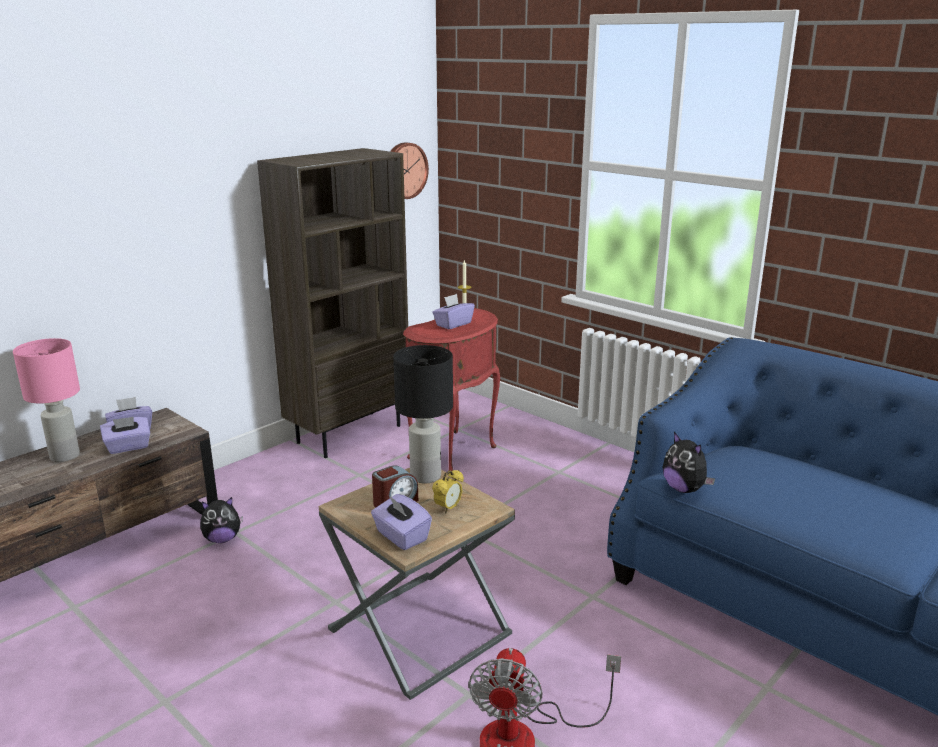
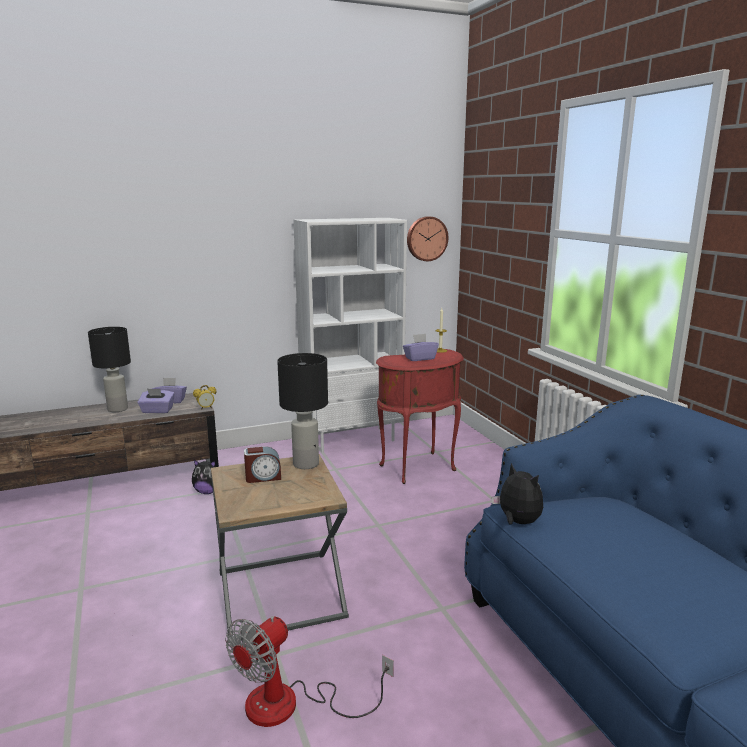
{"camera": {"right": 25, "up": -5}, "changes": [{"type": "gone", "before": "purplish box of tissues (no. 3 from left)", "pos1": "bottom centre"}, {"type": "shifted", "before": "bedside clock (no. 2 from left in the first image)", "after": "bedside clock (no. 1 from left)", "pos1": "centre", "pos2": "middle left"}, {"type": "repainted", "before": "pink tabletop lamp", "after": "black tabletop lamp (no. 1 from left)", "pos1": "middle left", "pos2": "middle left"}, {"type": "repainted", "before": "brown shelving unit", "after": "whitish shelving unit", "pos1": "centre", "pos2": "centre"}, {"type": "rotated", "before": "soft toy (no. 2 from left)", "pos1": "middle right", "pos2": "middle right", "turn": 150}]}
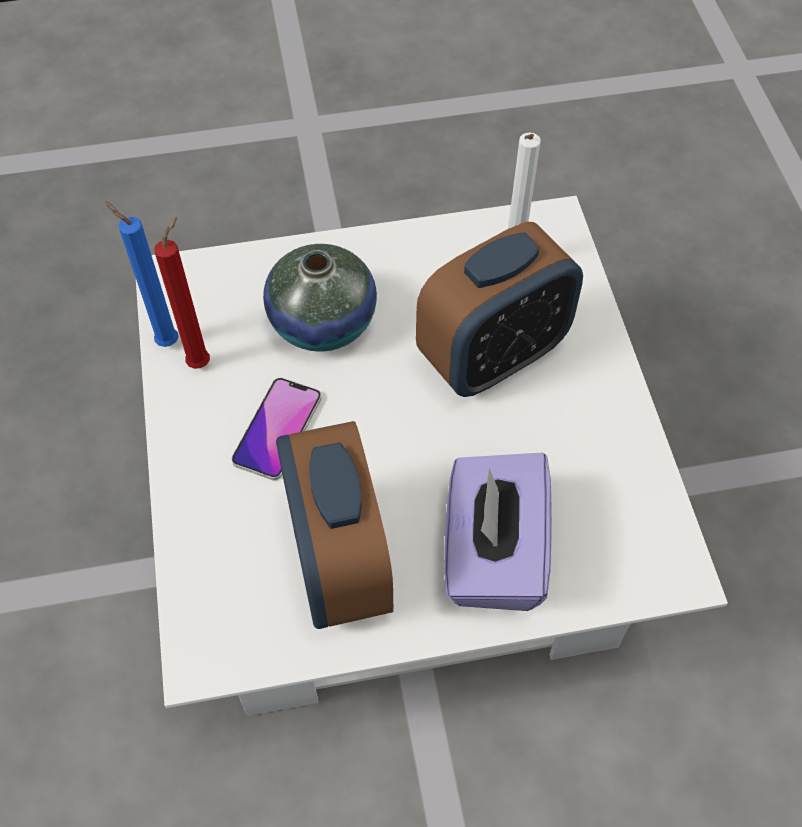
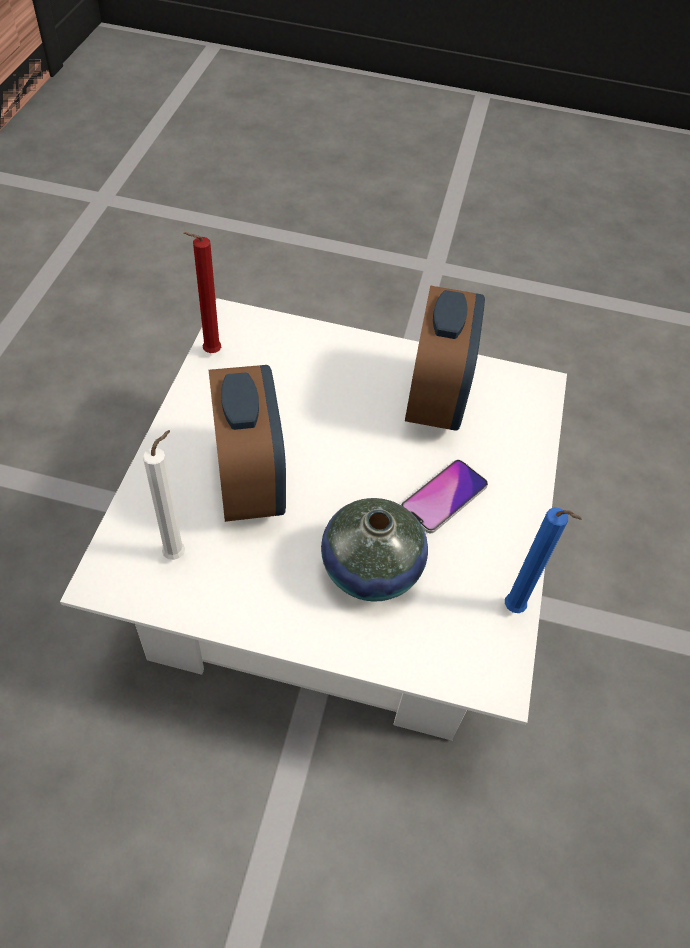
{"camera": {"right": -160, "up": -5}, "changes": [{"type": "gone", "before": "purplish box of tissues", "pos1": "centre"}, {"type": "shifted", "before": "reddish wax candle", "pos1": "middle left", "pos2": "top left"}, {"type": "rotated", "before": "bedside clock (no. 2 from left in the first image)", "pos1": "centre", "pos2": "centre", "turn": 90}]}
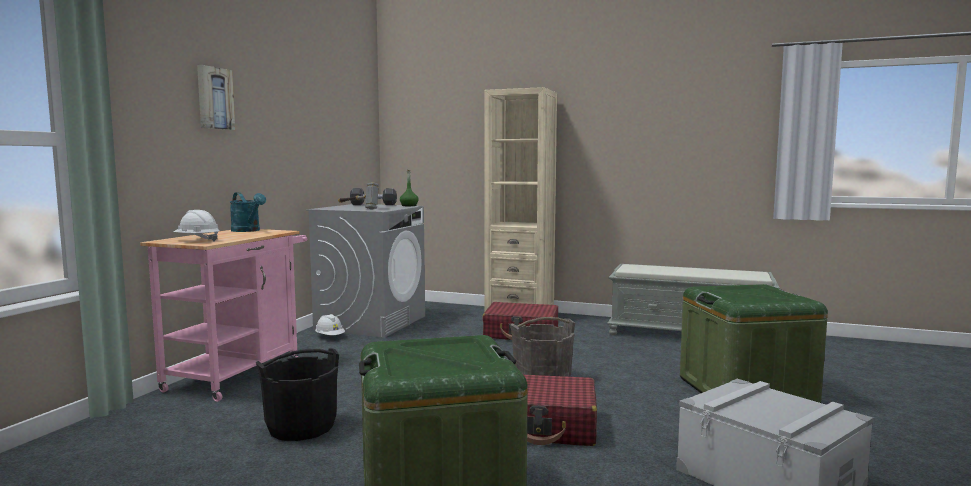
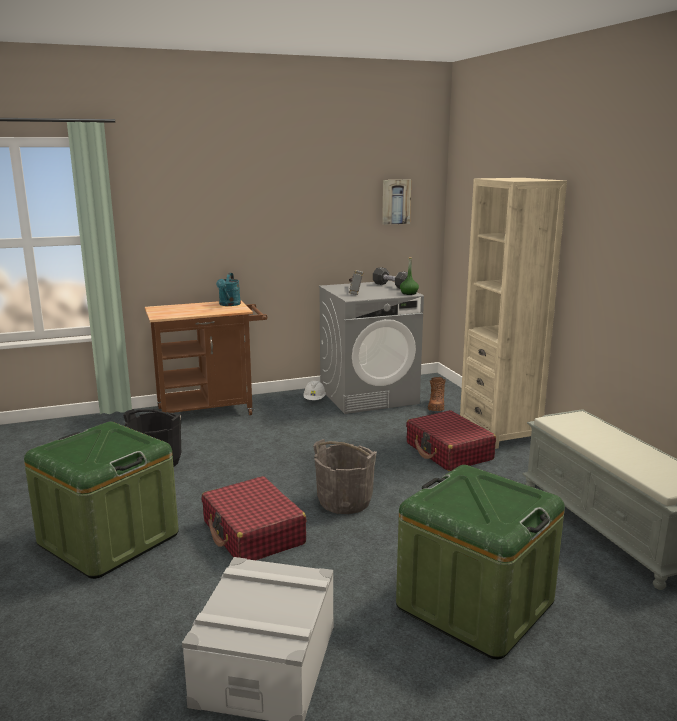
{"camera": {"right": 50, "up": 10}, "changes": [{"type": "gone", "before": "whitish work helmet (no. 1 from left)", "pos1": "middle left"}, {"type": "new", "after": "brown tall boot", "pos2": "centre"}, {"type": "shifted", "before": "picture", "pos1": "top left", "pos2": "top centre"}, {"type": "repainted", "before": "pink trolley", "after": "brown trolley", "pos1": "middle left", "pos2": "middle left"}]}
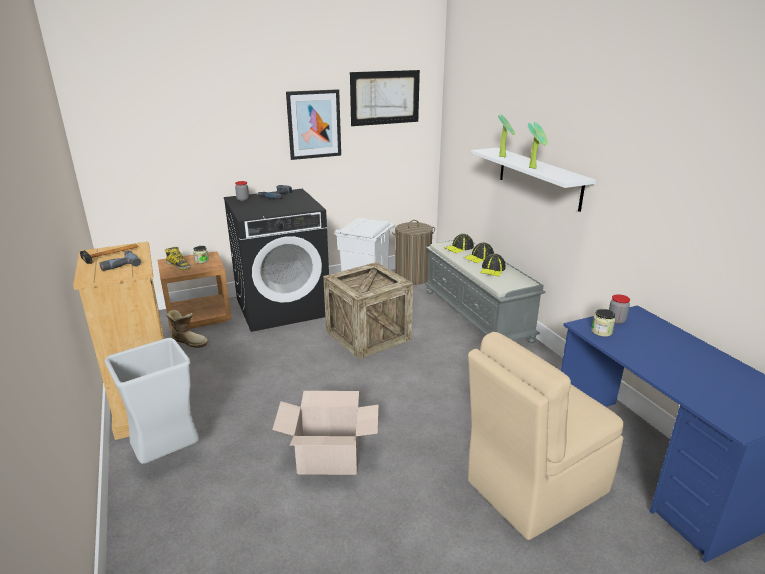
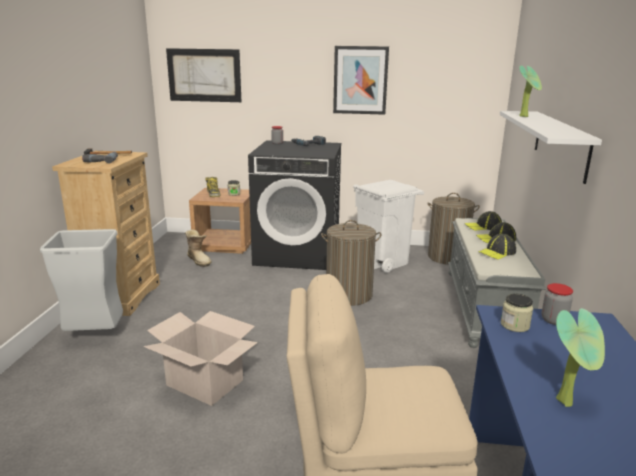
{"camera": {"right": 30, "up": -5}, "changes": [{"type": "shifted", "before": "picture (no. 2 from left in the first image)", "after": "picture (no. 1 from left)", "pos1": "top centre", "pos2": "top left"}, {"type": "shifted", "before": "potted plant (no. 2 from left)", "pos1": "top right", "pos2": "bottom right"}, {"type": "swapped", "before": "shipping crate", "after": "washing basket (no. 1 from left)", "pos1": "centre", "pos2": "centre"}]}
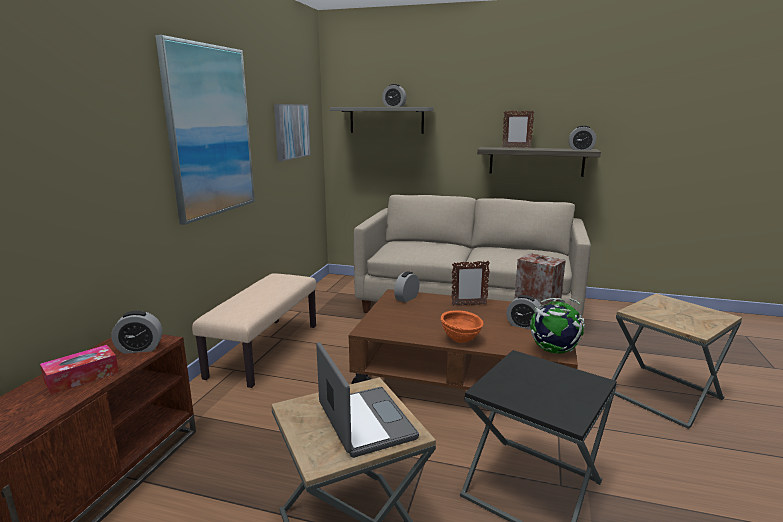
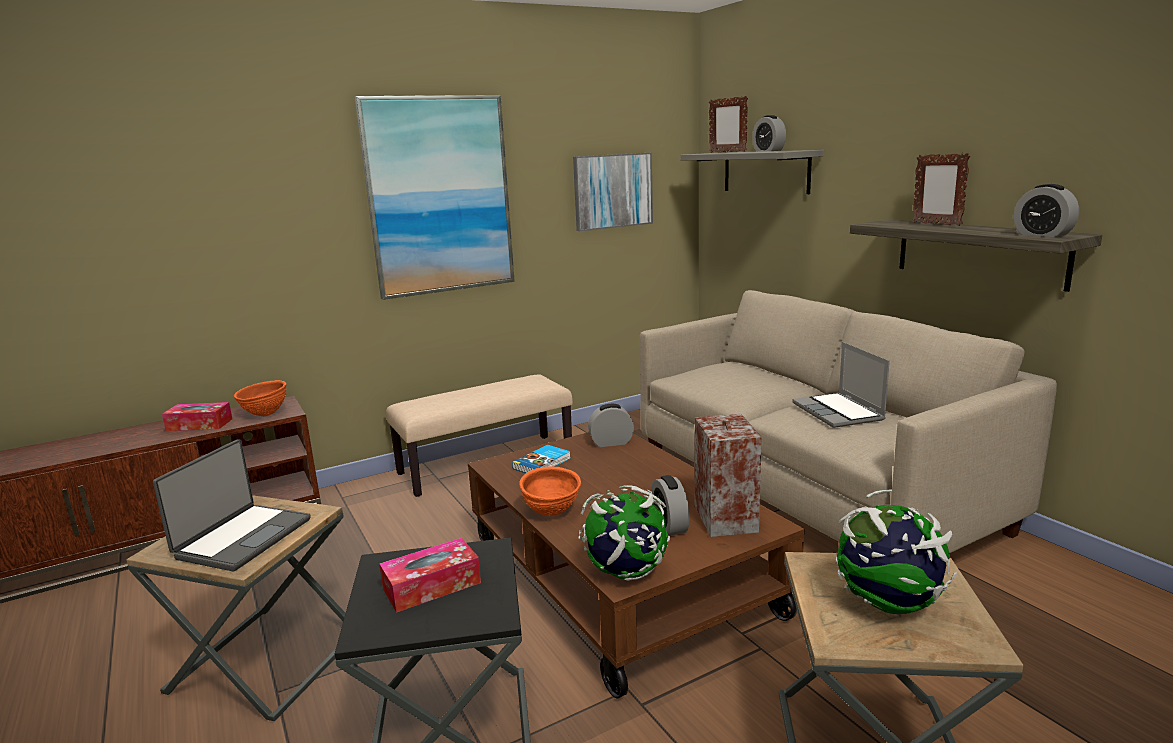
{"camera": {"right": 45, "up": 0}, "changes": [{"type": "new", "after": "box of tissues (no. 2 from left)", "pos2": "bottom centre"}, {"type": "new", "after": "volume", "pos2": "centre"}, {"type": "new", "after": "notebook computer (no. 2 from left)", "pos2": "middle right"}, {"type": "new", "after": "globe (no. 2 from left)", "pos2": "bottom right"}, {"type": "shifted", "before": "picture frame (no. 1 from left)", "pos1": "centre", "pos2": "top centre"}, {"type": "swapped", "before": "bedside clock (no. 1 from left)", "after": "orange bowl (no. 1 from left)", "pos1": "middle left", "pos2": "middle left"}]}
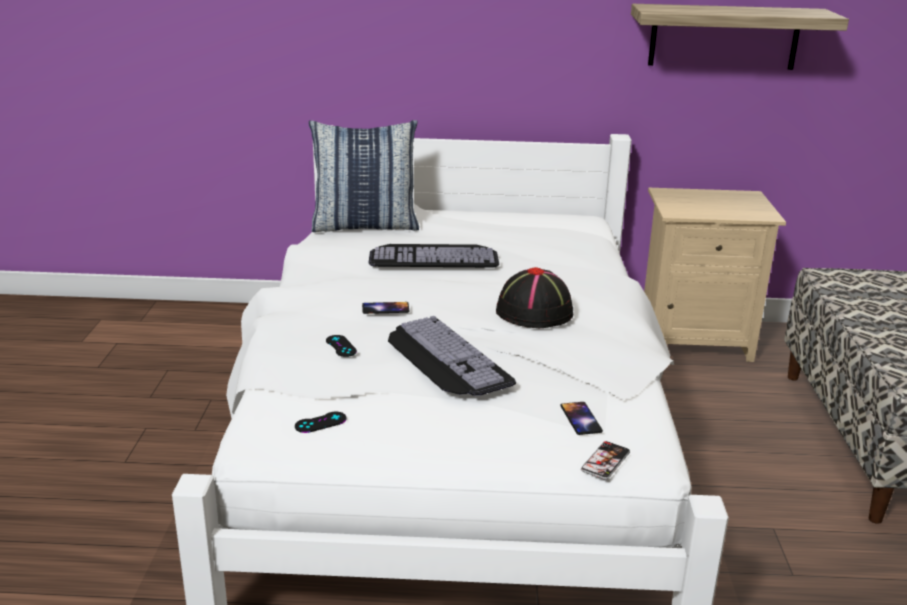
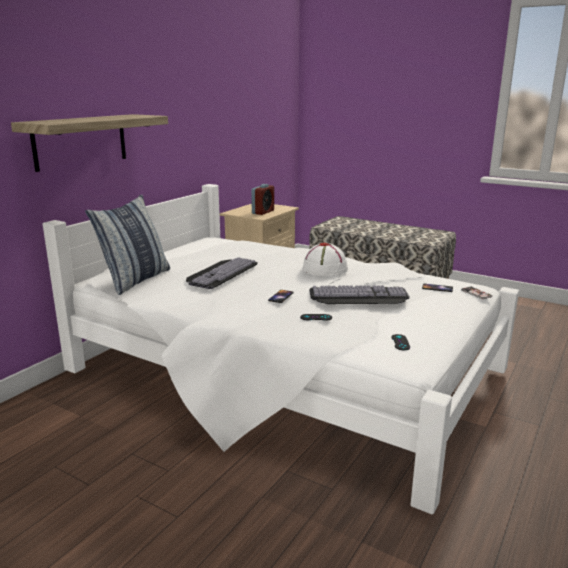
{"camera": {"right": -60, "up": -5}, "changes": [{"type": "new", "after": "bedside clock", "pos2": "centre"}, {"type": "shifted", "before": "shelf", "pos1": "top right", "pos2": "top left"}, {"type": "repainted", "before": "black hat", "after": "whitish hat", "pos1": "centre", "pos2": "centre"}]}
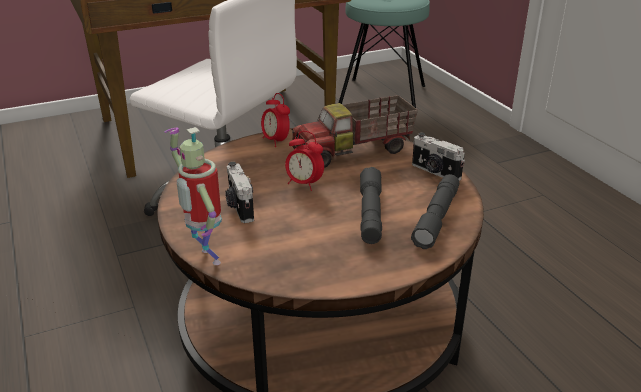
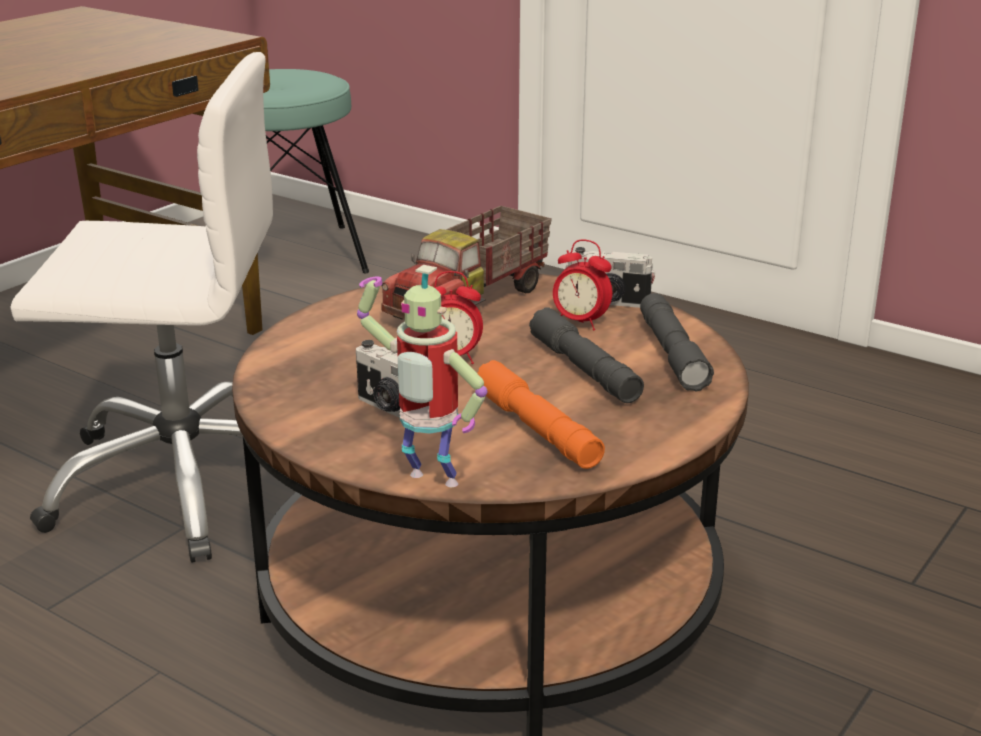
{"camera": {"right": -30, "up": -5}, "changes": [{"type": "new", "after": "orange flashlight", "pos2": "centre"}, {"type": "shifted", "before": "bedside clock (no. 1 from left in the first image)", "after": "bedside clock (no. 2 from left)", "pos1": "top centre", "pos2": "centre"}]}
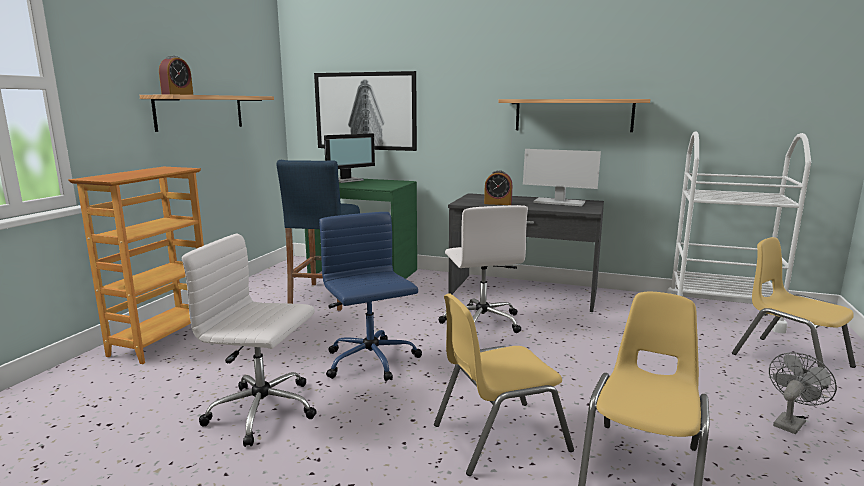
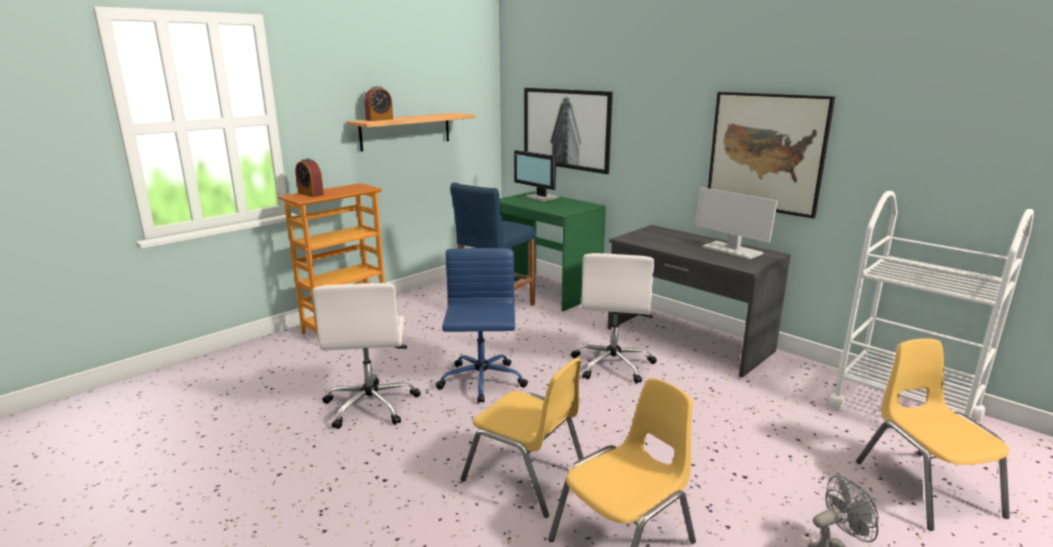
{"camera": {"right": 25, "up": 5}, "changes": [{"type": "shifted", "before": "bedside clock (no. 2 from left in the first image)", "after": "bedside clock (no. 1 from left)", "pos1": "centre", "pos2": "top left"}, {"type": "swapped", "before": "shelf (no. 2 from left)", "after": "picture (no. 2 from left)", "pos1": "top centre", "pos2": "top right"}, {"type": "rotated", "before": "whitish computer chair (no. 1 from left)", "pos1": "bottom left", "pos2": "centre", "turn": -135}, {"type": "rotated", "before": "computer display (no. 1 from left)", "pos1": "top centre", "pos2": "top centre", "turn": 60}, {"type": "rotated", "before": "yellow upright chair (no. 1 from left)", "pos1": "bottom centre", "pos2": "bottom centre", "turn": -150}]}
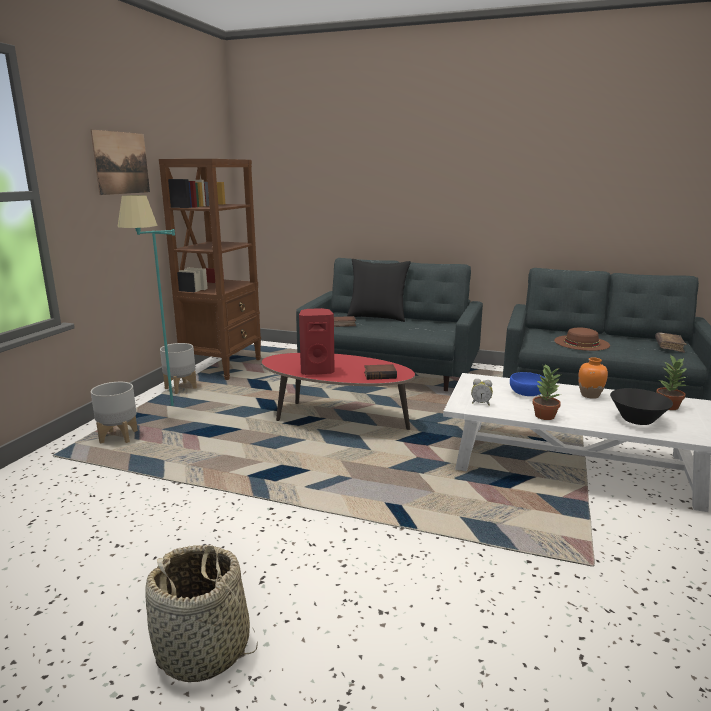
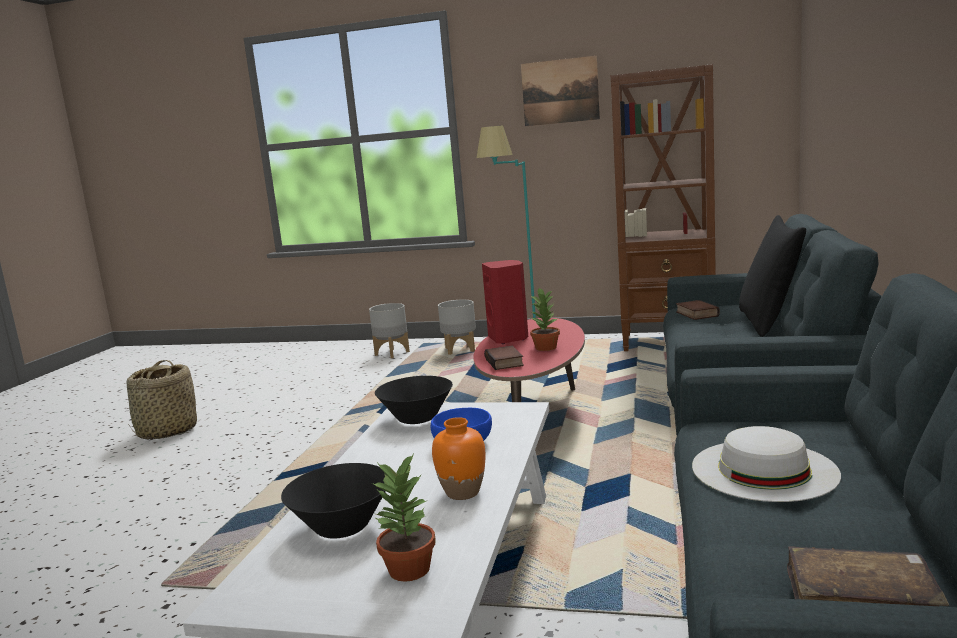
{"camera": {"right": 85, "up": -5}, "changes": [{"type": "shifted", "before": "grey flower pot (no. 2 from left in the first image)", "after": "grey flower pot (no. 1 from left)", "pos1": "middle left", "pos2": "centre"}, {"type": "shifted", "before": "potted plant (no. 1 from left in the first image)", "after": "potted plant (no. 2 from left)", "pos1": "middle right", "pos2": "centre"}, {"type": "swapped", "before": "bedside clock", "after": "black bowl (no. 2 from left)", "pos1": "middle right", "pos2": "centre"}, {"type": "repainted", "before": "brown hat", "after": "whitish hat", "pos1": "middle right", "pos2": "bottom right"}]}
